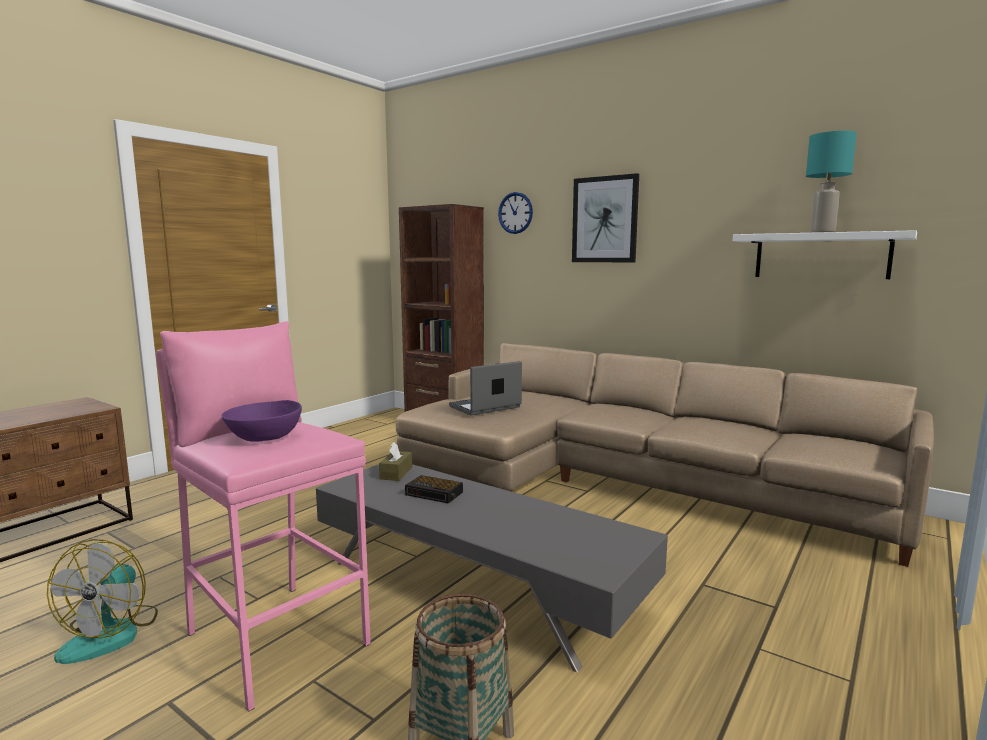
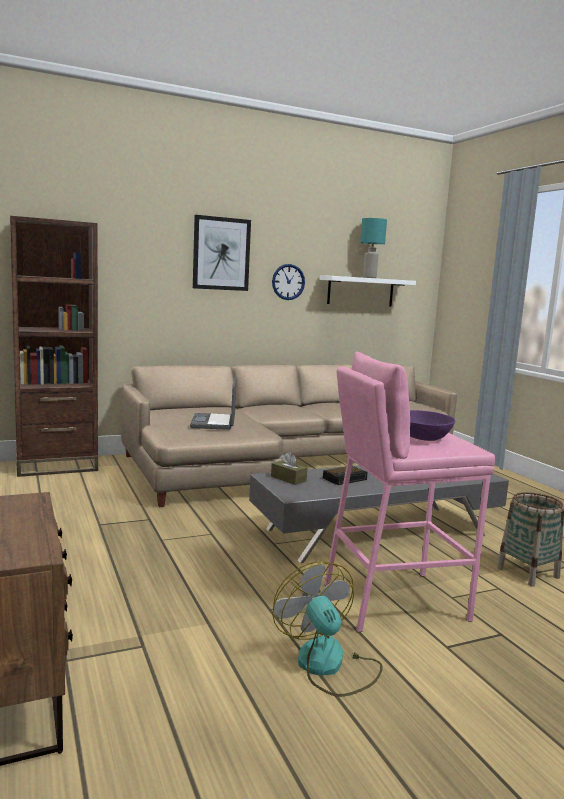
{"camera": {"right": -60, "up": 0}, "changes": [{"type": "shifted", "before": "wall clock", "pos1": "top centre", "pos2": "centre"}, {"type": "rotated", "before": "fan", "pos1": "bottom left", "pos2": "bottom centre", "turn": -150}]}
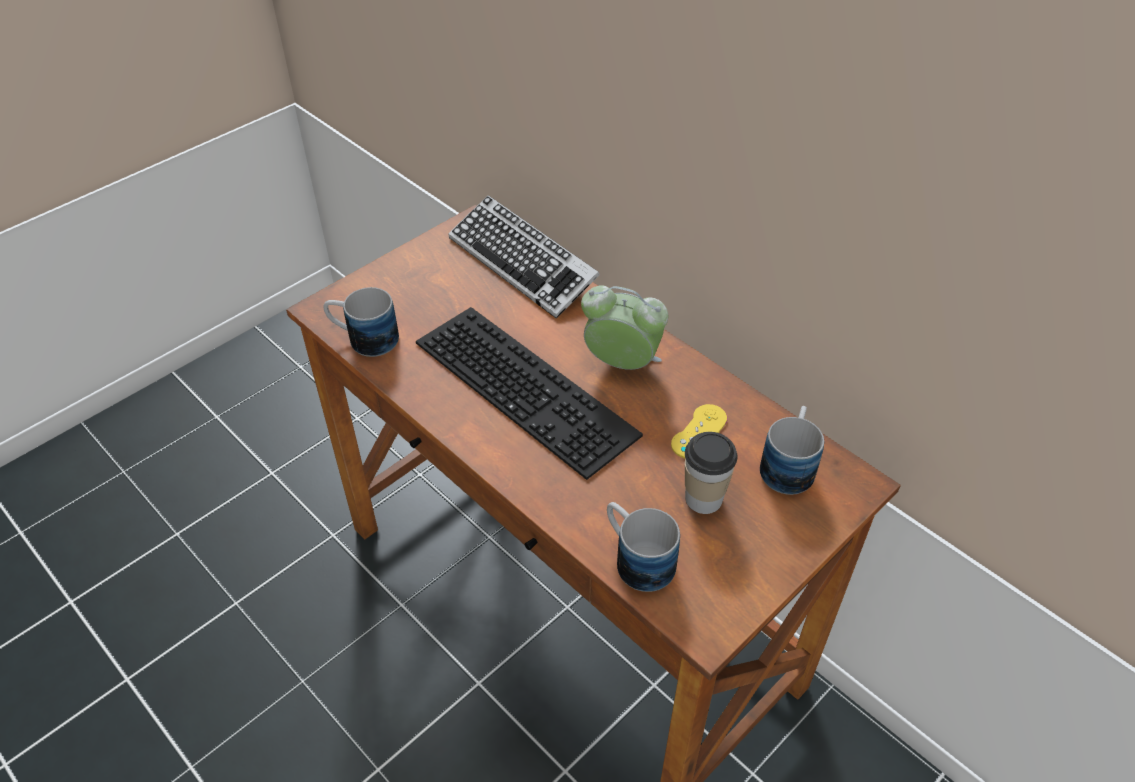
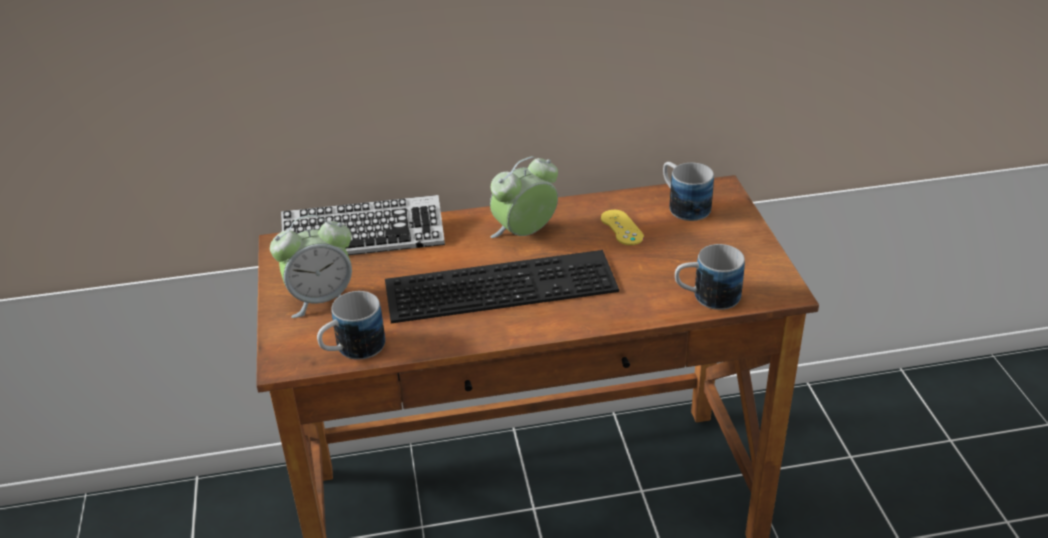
{"camera": {"right": -55, "up": -10}, "changes": [{"type": "gone", "before": "drinking cup", "pos1": "centre"}, {"type": "new", "after": "bedside clock (no. 1 from left)", "pos2": "middle left"}]}
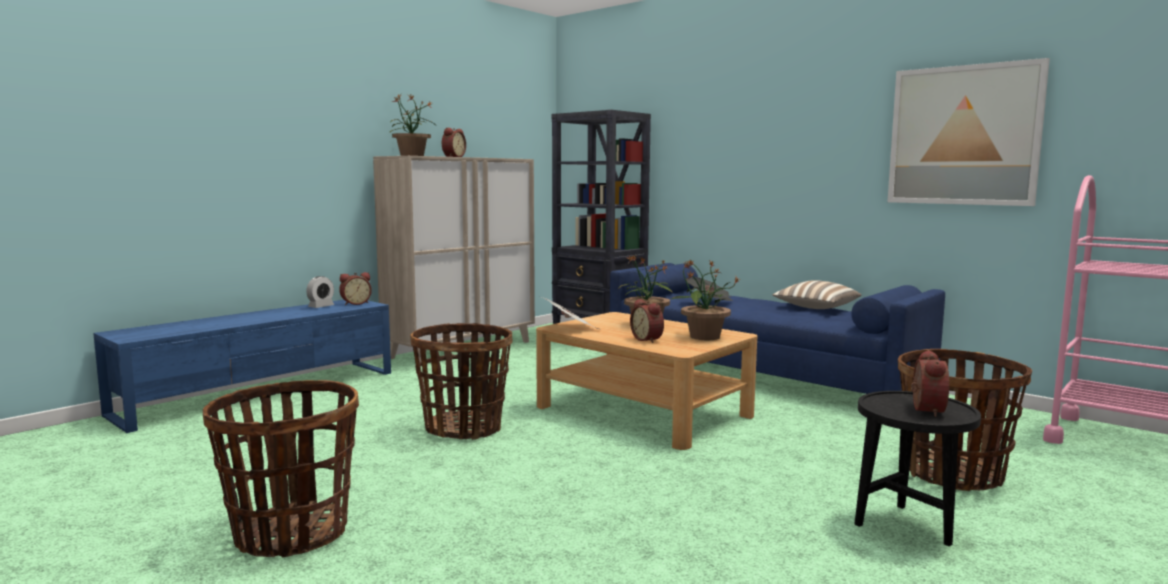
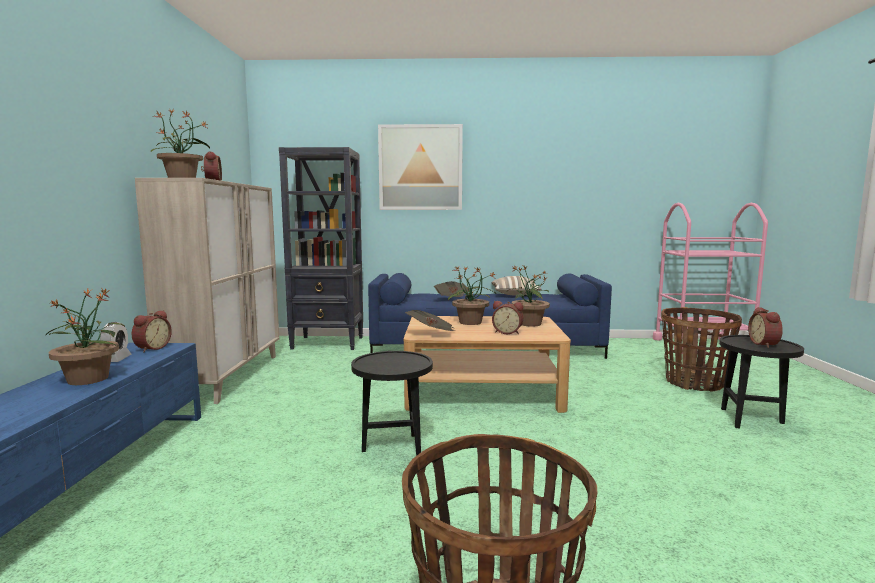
{"camera": {"right": -40, "up": 0}, "changes": [{"type": "new", "after": "potted plant (no. 1 from left)", "pos2": "middle left"}, {"type": "shifted", "before": "picture", "pos1": "top right", "pos2": "top centre"}, {"type": "swapped", "before": "basket (no. 2 from left)", "after": "black accent table (no. 1 from left)", "pos1": "centre", "pos2": "bottom centre"}, {"type": "rotated", "before": "bedside clock (no. 5 from left)", "pos1": "middle right", "pos2": "middle right", "turn": -150}]}
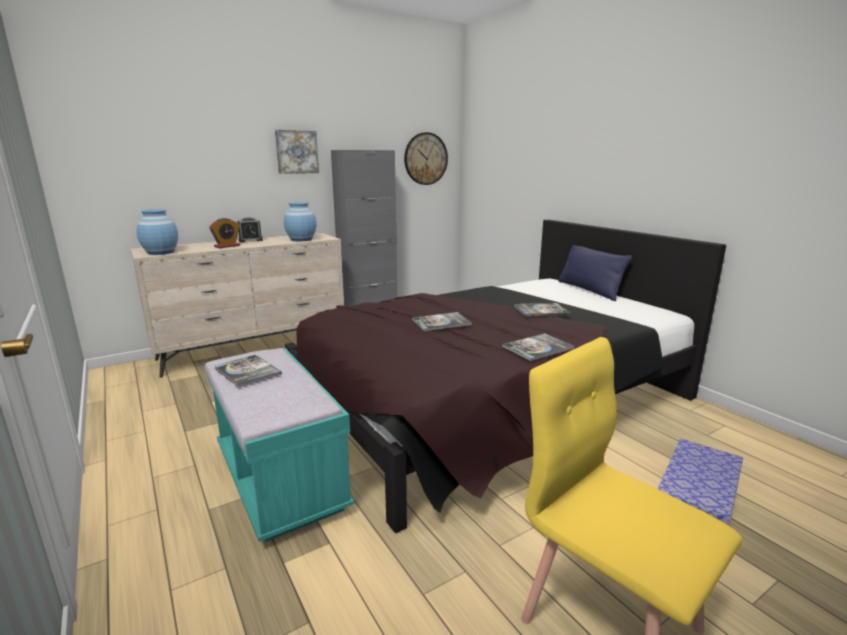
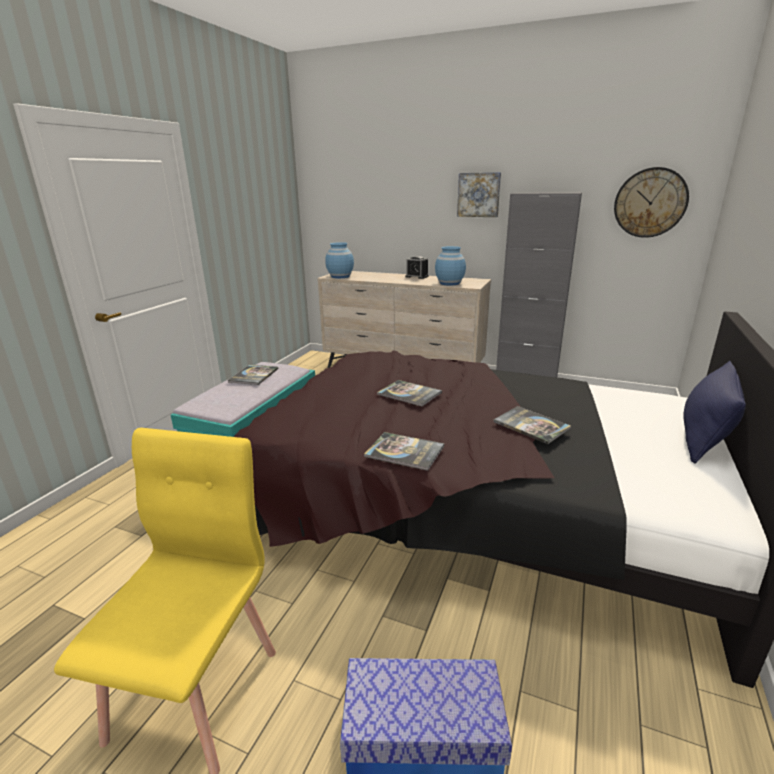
{"camera": {"right": 55, "up": 5}, "changes": [{"type": "gone", "before": "bedside clock (no. 1 from left)", "pos1": "middle left"}]}
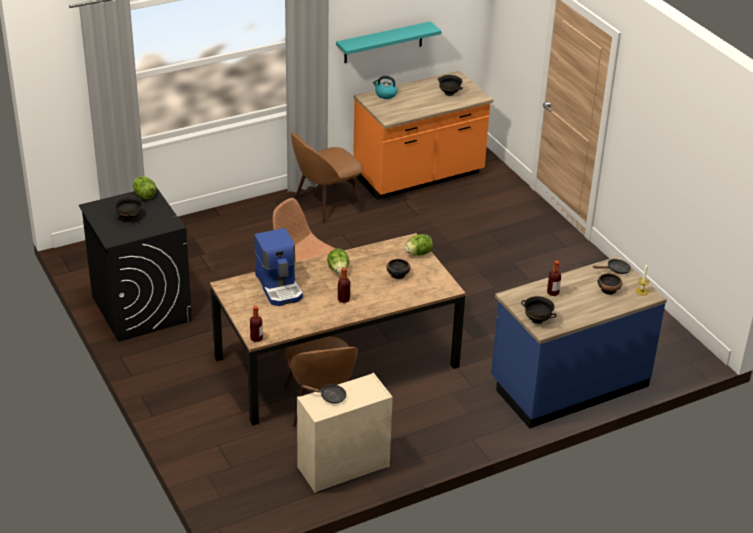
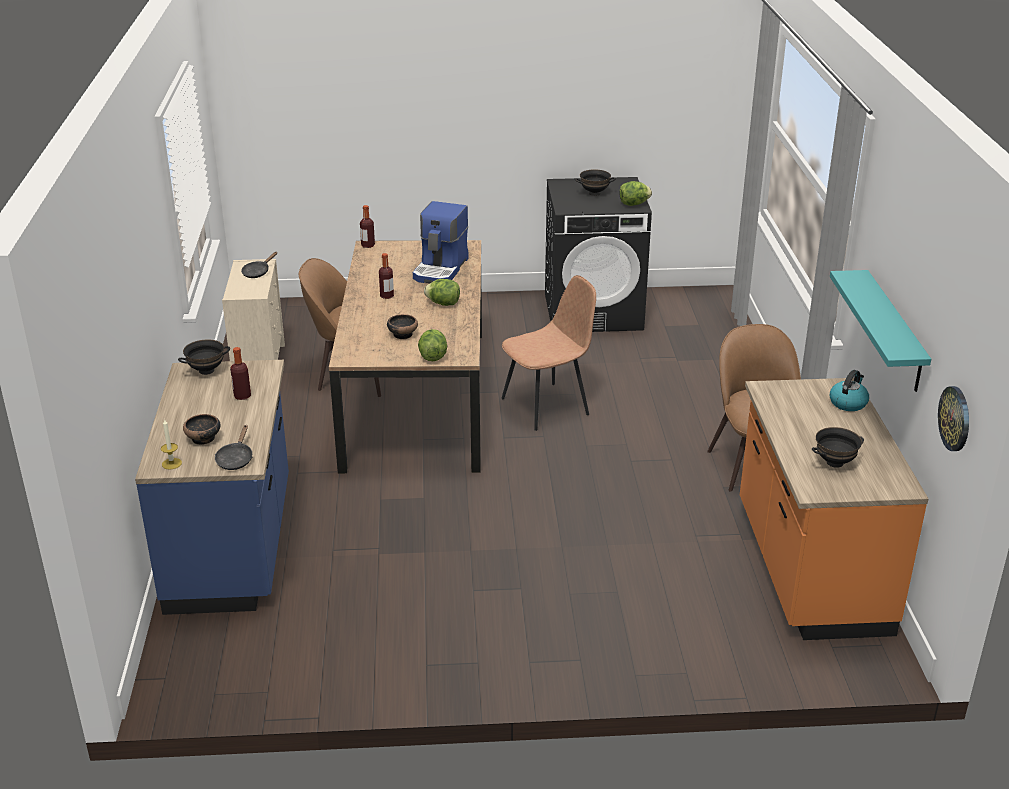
{"camera": {"right": 115, "up": -5}, "changes": [{"type": "new", "after": "wall clock", "pos2": "middle right"}, {"type": "rotated", "before": "coffee machine", "pos1": "centre", "pos2": "top centre", "turn": -75}]}
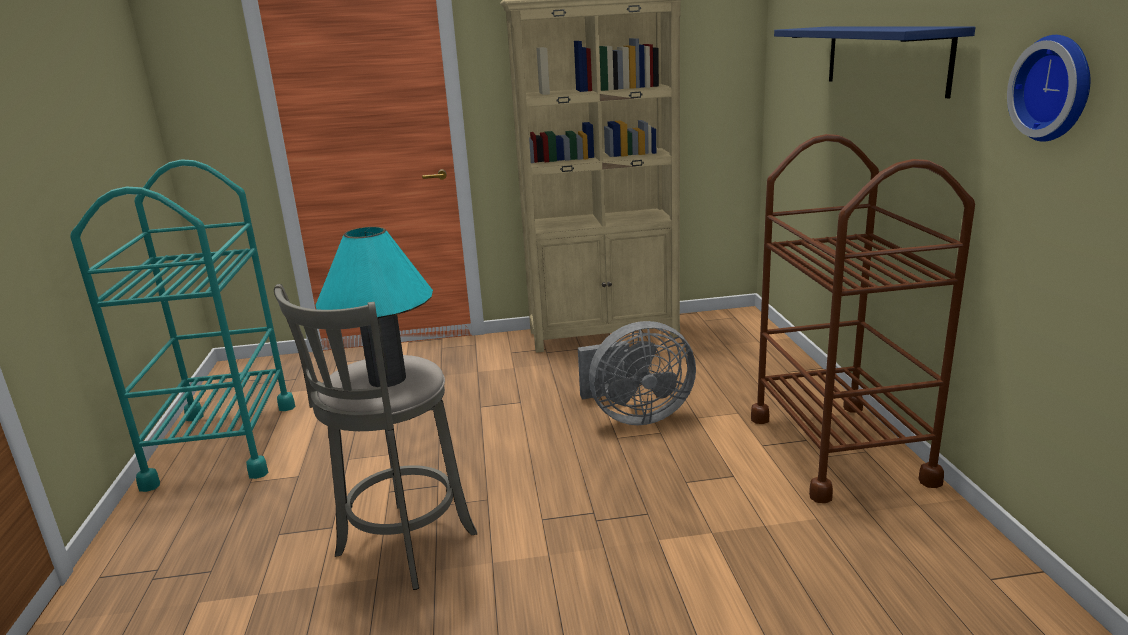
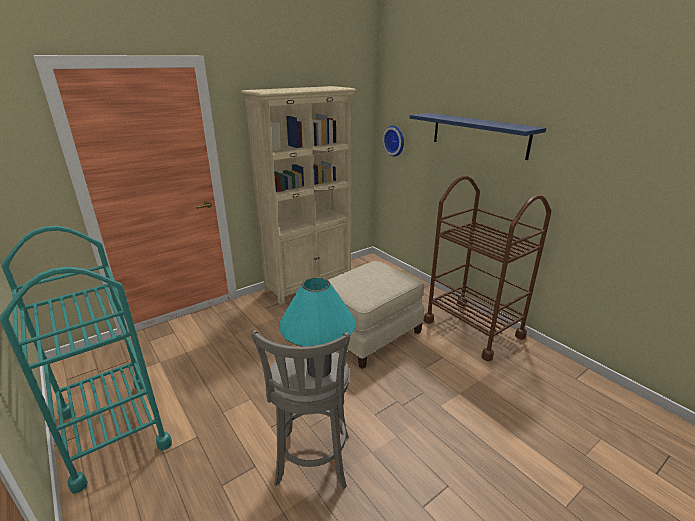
{"camera": {"right": -30, "up": 5}, "changes": [{"type": "shifted", "before": "wall clock", "pos1": "top right", "pos2": "top centre"}, {"type": "swapped", "before": "grey fan", "after": "beige footrest", "pos1": "centre", "pos2": "centre"}]}
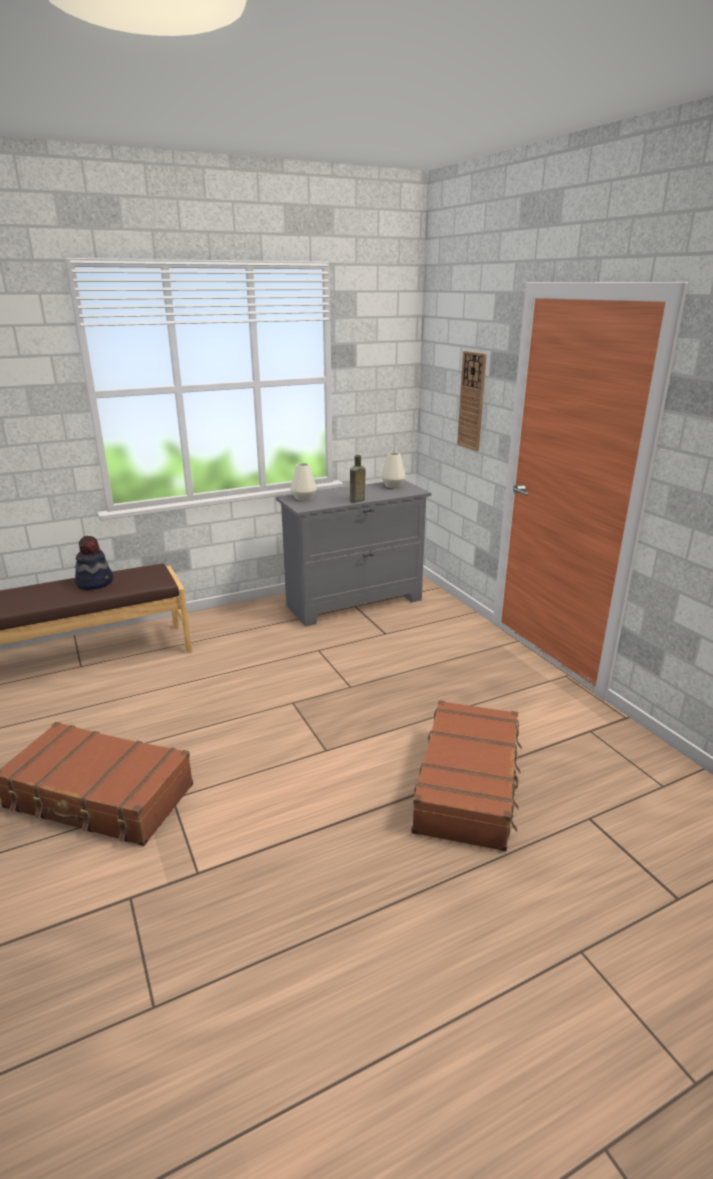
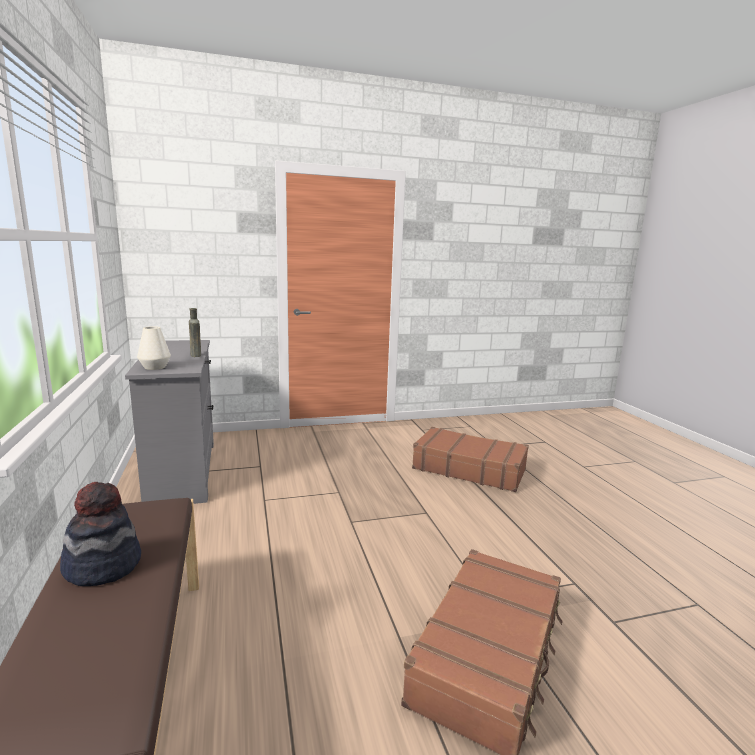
{"camera": {"right": -80, "up": -10}, "changes": [{"type": "gone", "before": "whitish decorative vase (no. 2 from left)", "pos1": "centre"}, {"type": "gone", "before": "wall clock", "pos1": "centre"}]}
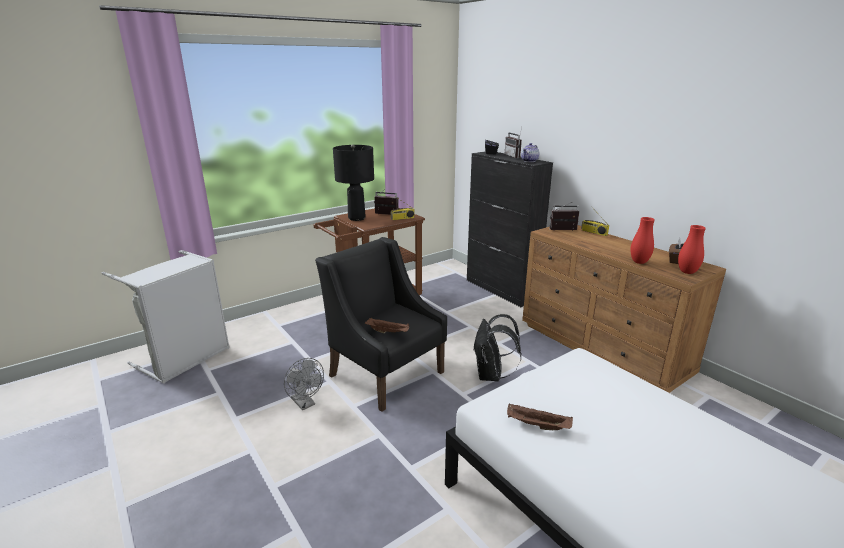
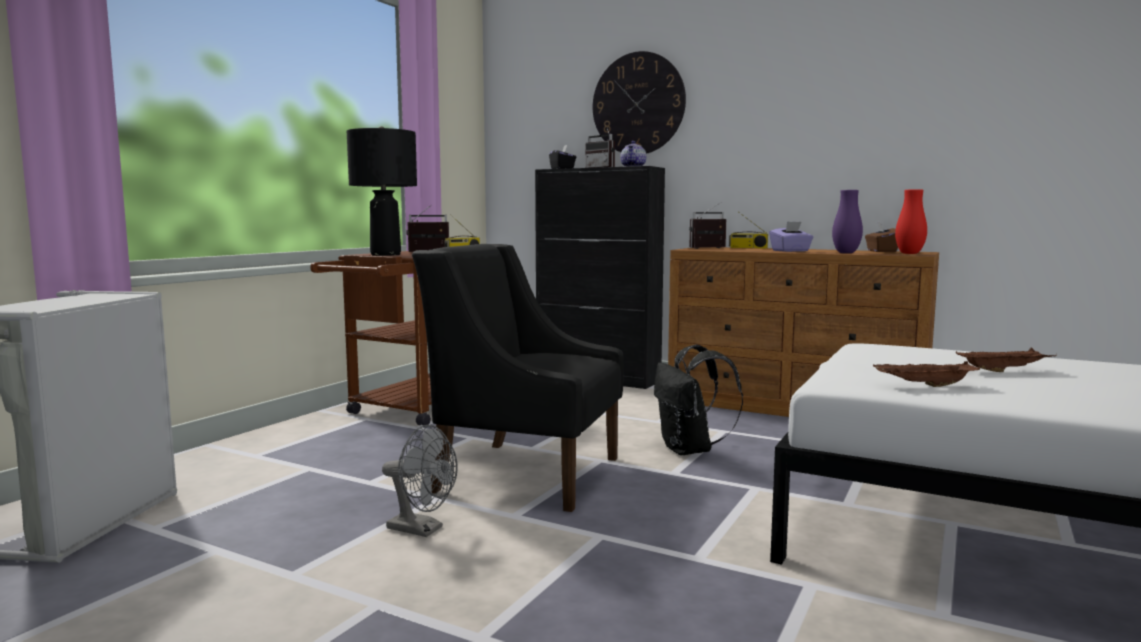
{"camera": {"right": -25, "up": -15}, "changes": [{"type": "new", "after": "wall clock", "pos2": "top centre"}, {"type": "new", "after": "purplish box of tissues", "pos2": "middle right"}, {"type": "shifted", "before": "brown serving tray (no. 1 from left in the first image)", "after": "brown serving tray (no. 2 from left)", "pos1": "centre", "pos2": "middle right"}, {"type": "repainted", "before": "reddish decorative vase (no. 1 from left)", "after": "purplish decorative vase", "pos1": "middle right", "pos2": "middle right"}]}
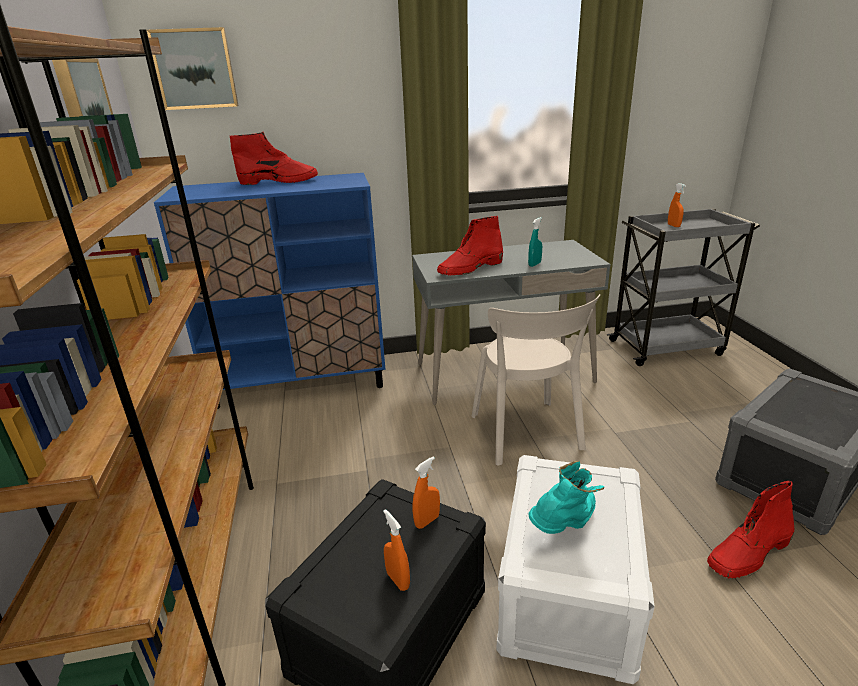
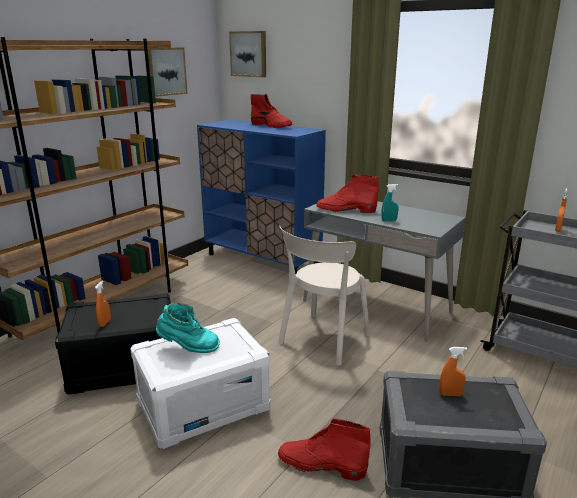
{"camera": {"right": 45, "up": -5}, "changes": [{"type": "shifted", "before": "orange spray bottle (no. 2 from left)", "pos1": "bottom centre", "pos2": "bottom right"}]}
